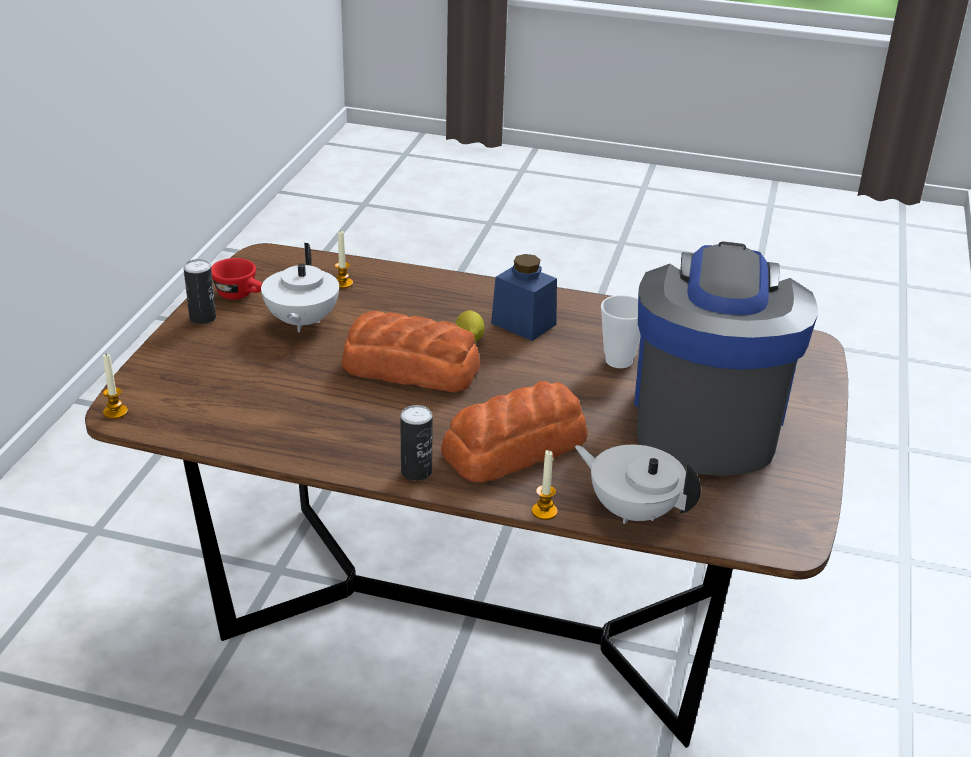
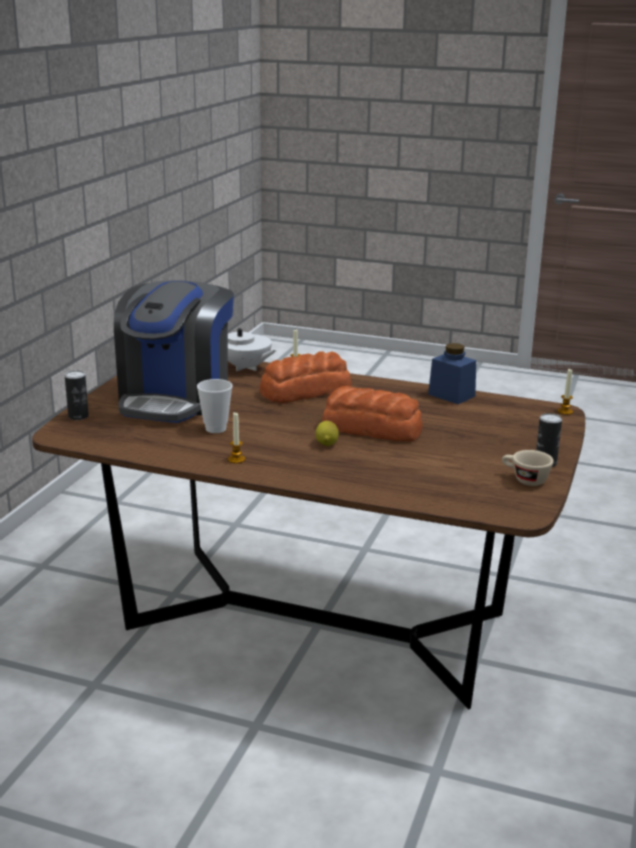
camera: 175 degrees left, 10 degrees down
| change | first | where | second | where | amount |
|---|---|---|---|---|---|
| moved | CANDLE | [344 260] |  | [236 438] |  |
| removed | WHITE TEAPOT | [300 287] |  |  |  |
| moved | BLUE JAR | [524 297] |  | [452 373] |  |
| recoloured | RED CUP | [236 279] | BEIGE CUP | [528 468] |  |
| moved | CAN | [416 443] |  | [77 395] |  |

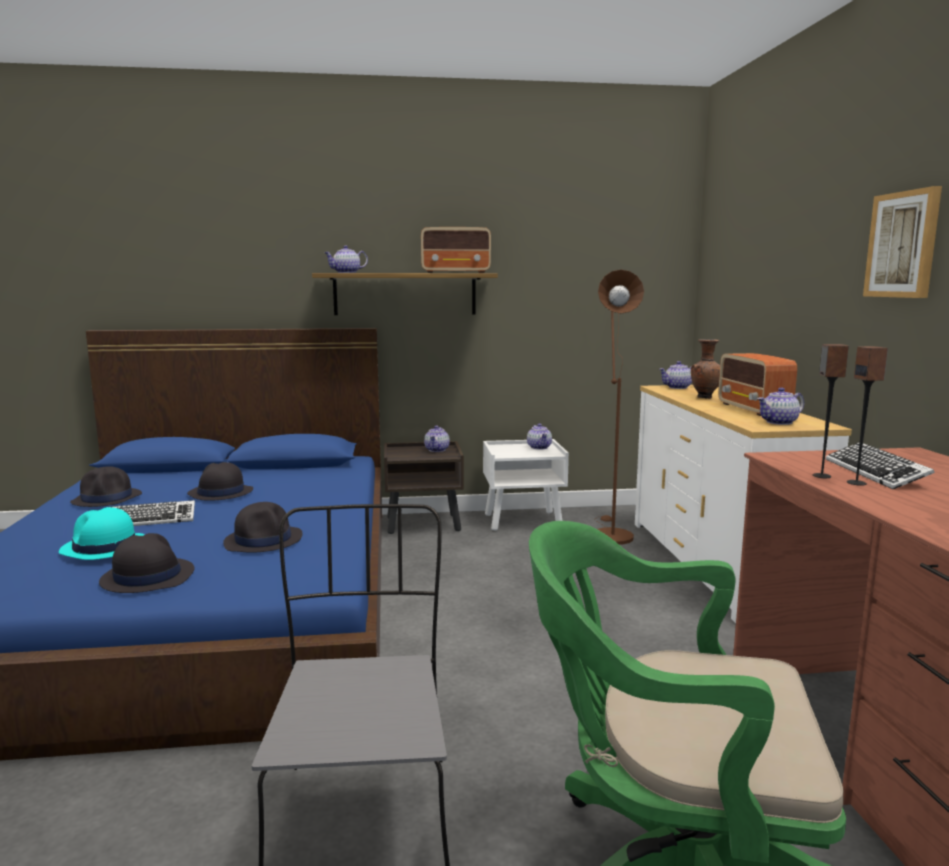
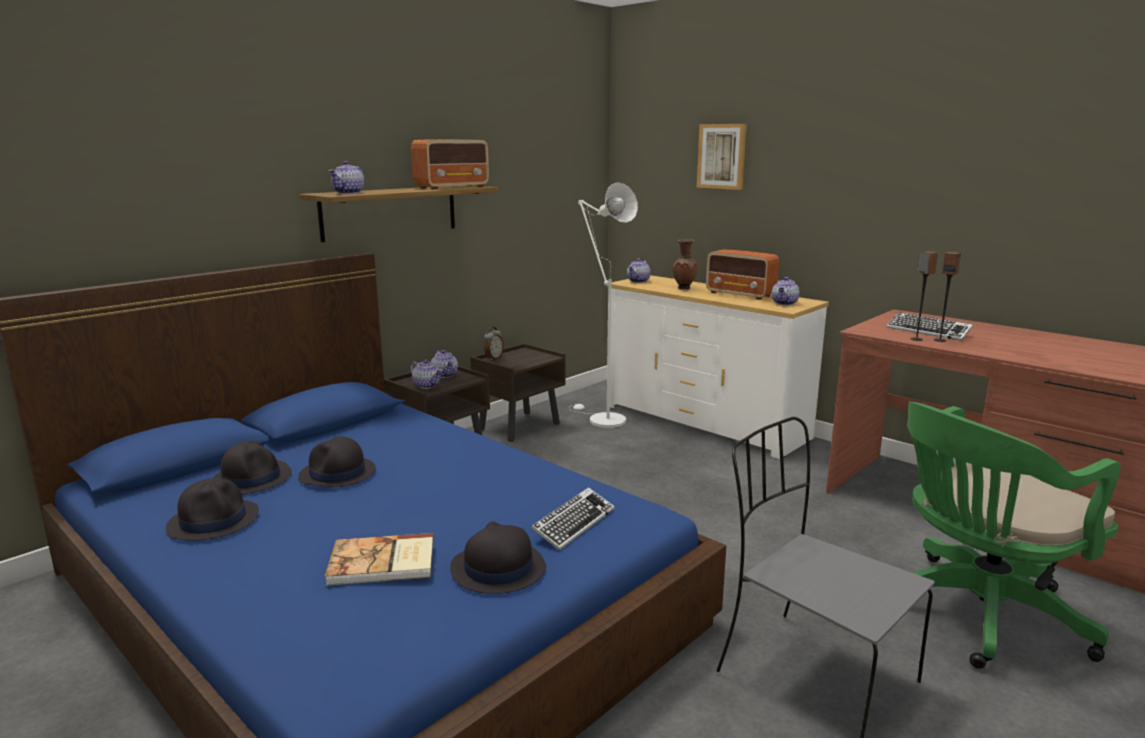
camera: 40 degrees left, 5 degrees up
| change | first | where | second | where | amount |
|---|---|---|---|---|---|
| moved | PICTURE | [902 242] |  | [722 157] |  |
| recoloured | BROWN FLOOR LAMP | [619 407] | WHITE FLOOR LAMP | [603 305] |  |
| moved | TEAPOT | [539 437] |  | [426 374] |  |
| recoloured | WHITE NIGHTSTAND | [526 484] | BROWN NIGHTSTAND | [518 392] |  |
| moved | KEYBOARD | [152 513] |  | [573 519] |  |
| moved | BLACK HAT | [262 527] |  | [252 468] |  |
| replaced | TURQUOISE HAT | [102 533] | BOOK | [379 559] |  |
| added |  |  | ALARM CLOCK | [494 344] |  |

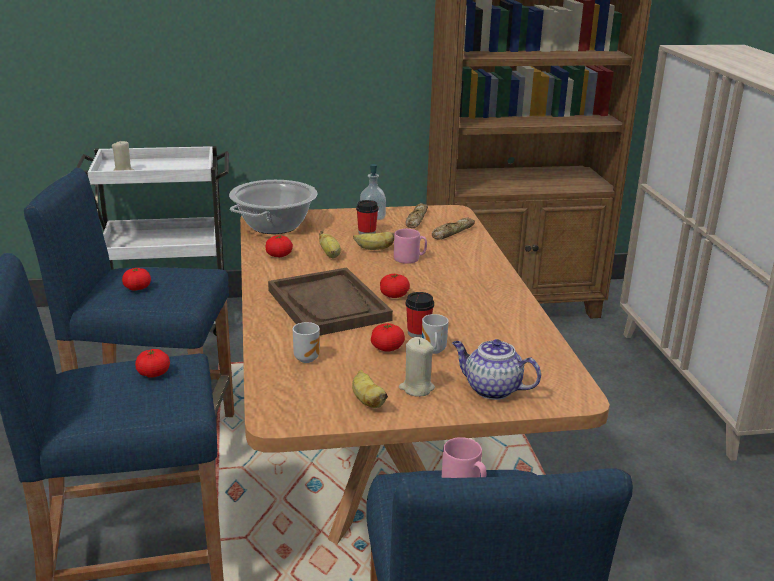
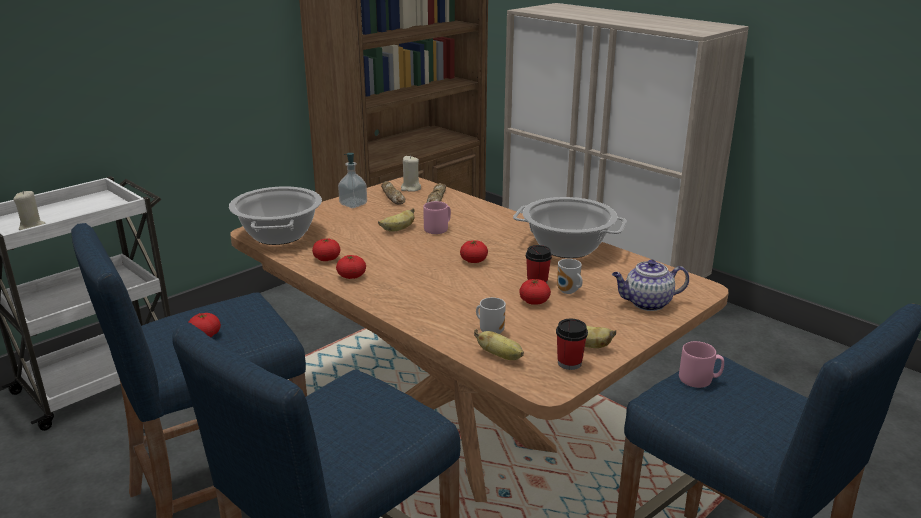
camera: 35 degrees left, 0 degrees up
| change | first | where | second | where | amount |
|---|---|---|---|---|---|
| moved | CUP | [367 217] |  | [572 344] |  |
| moved | BANANA | [330 244] |  | [499 344] |  |
| removed | BROWN TRAY | [330 301] |  |  |  |
| moved | BEIGE CANDLE | [417 367] |  | [411 173] |  |
| moved | TOMATO | [152 363] |  | [351 267] |  |
| added |  |  | COOKING POT | [570 227] |  |

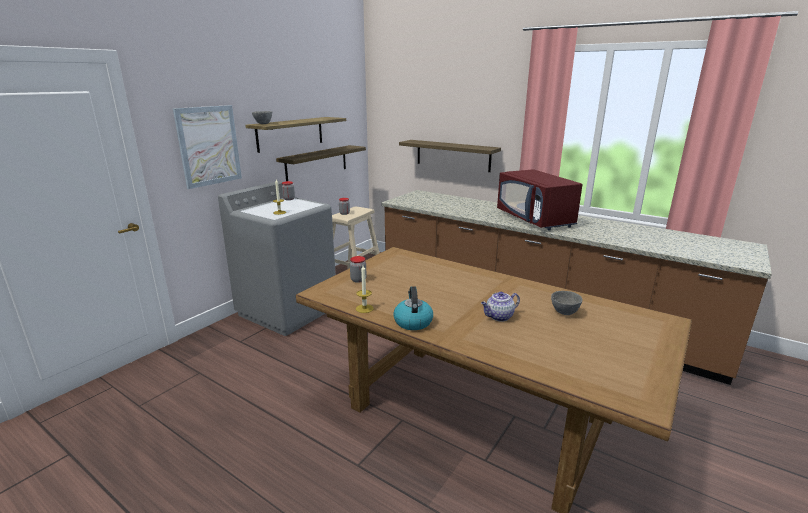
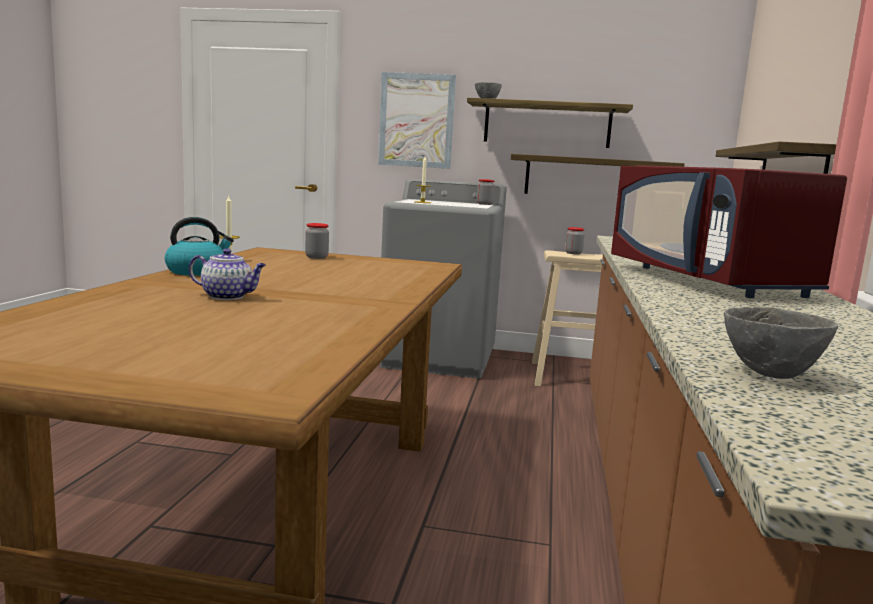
camera: 65 degrees right, 10 degrees down
| change | first | where | second | where | amount |
|---|---|---|---|---|---|
| turned | RED MICROWAVE | [540 200] |  | [729 231] | 60 degrees counterclockwise |
| moved | GREY BOWL | [567 303] |  | [781 342] |  |
| turned | TEAPOT | [500 307] |  | [227 274] | 150 degrees clockwise |

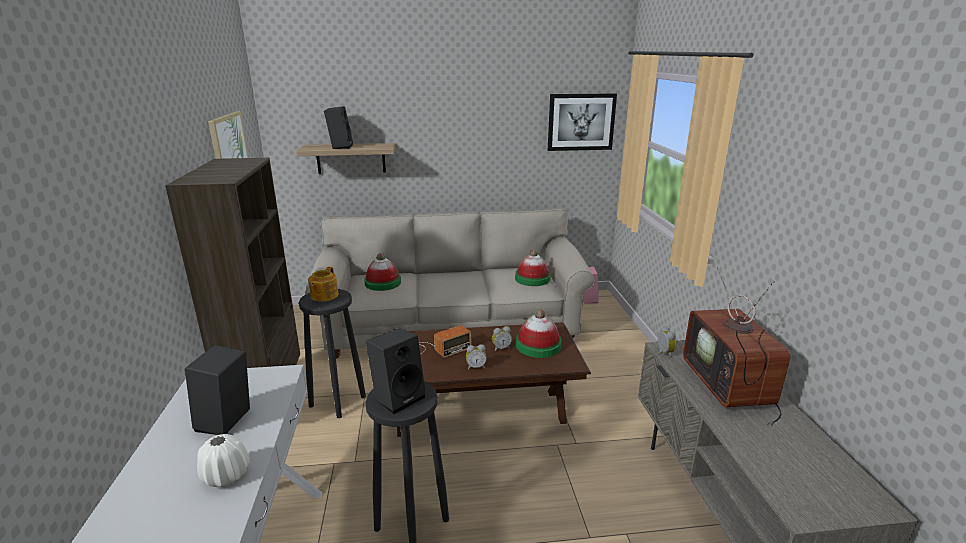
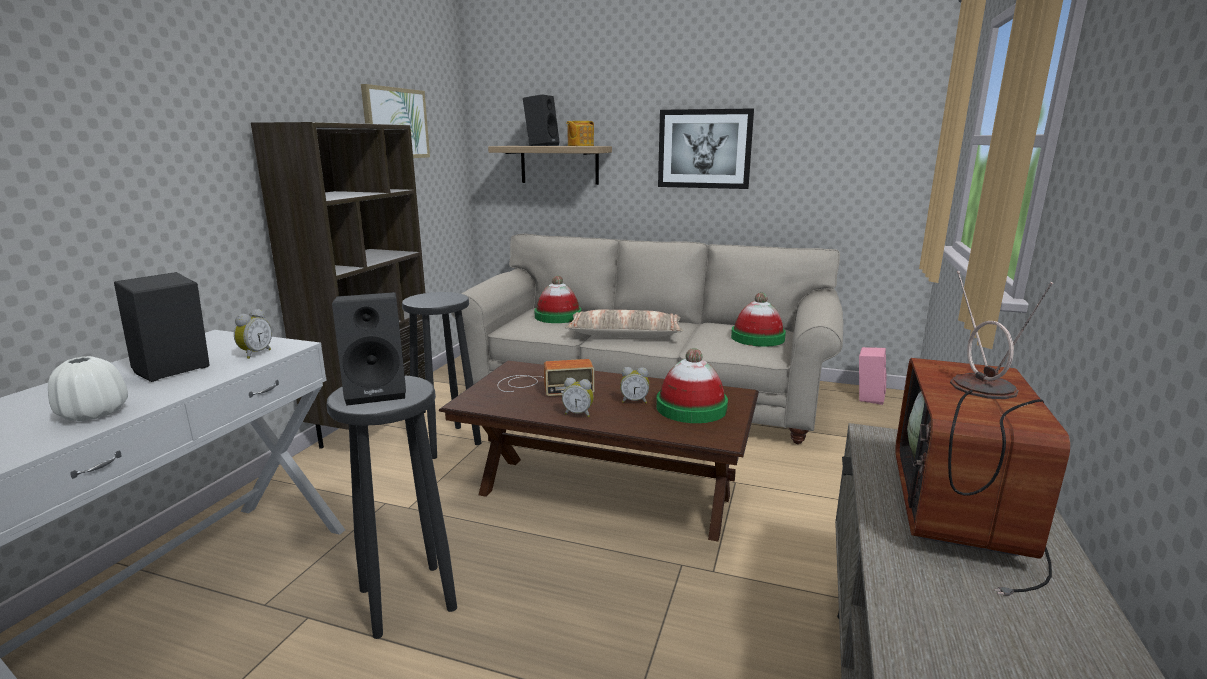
camera: 25 degrees right, 5 degrees down
| change | first | where | second | where | amount |
|---|---|---|---|---|---|
| moved | PICTURE | [582 122] |  | [706 148] |  |
| moved | TEAPOT | [323 284] |  | [580 133] |  |
| moved | ALARM CLOCK | [667 342] |  | [253 334] |  |
| added |  |  | PILLOW | [624 323] |  |

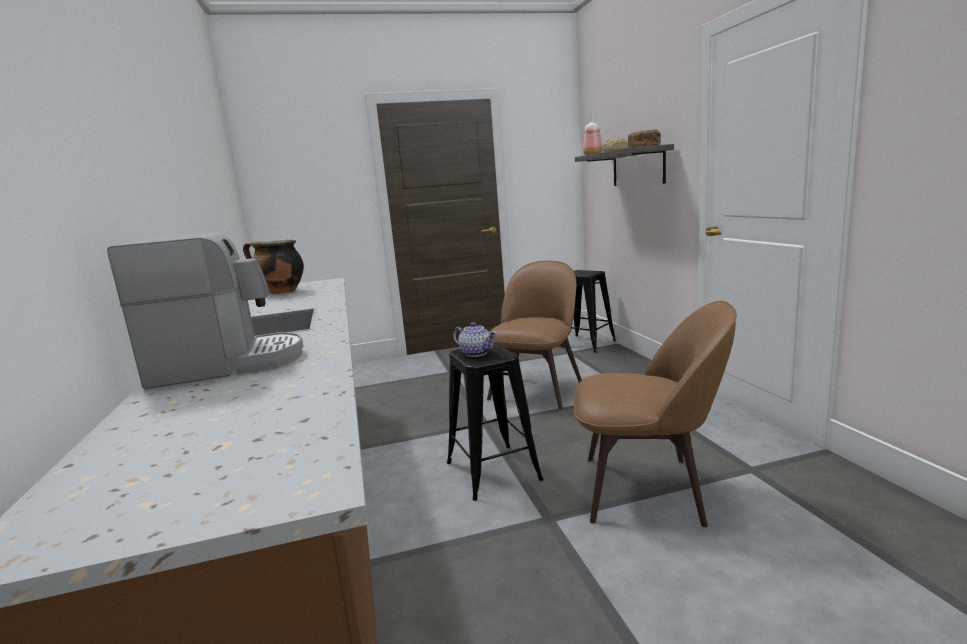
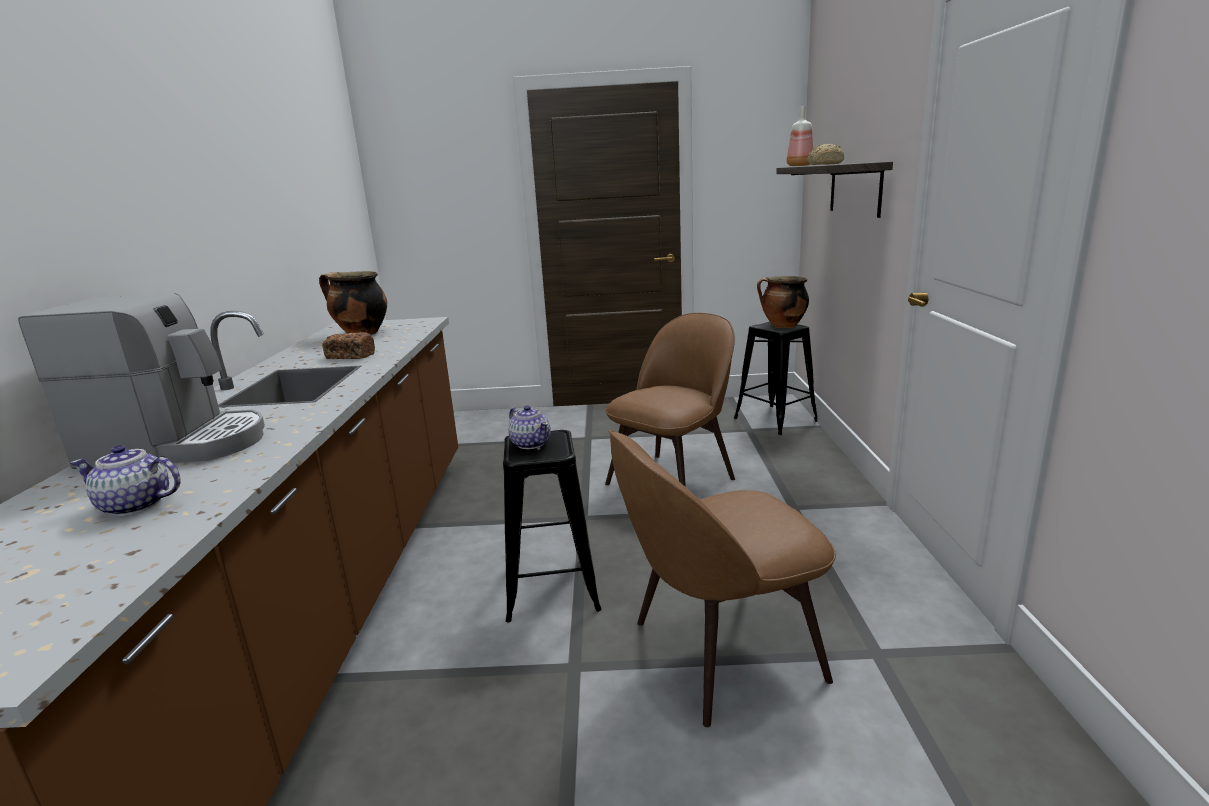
camera: 15 degrees right, 5 degrees up
| change | first | where | second | where | amount |
|---|---|---|---|---|---|
| moved | BREAD | [644 138] |  | [348 345] |  |
| turned | BROWN CHAIR | [655 414] |  | [722 578] | 135 degrees clockwise |
| added |  |  | COOKING POT | [783 302] |  |
| added |  |  | TEAPOT | [125 480] |  |

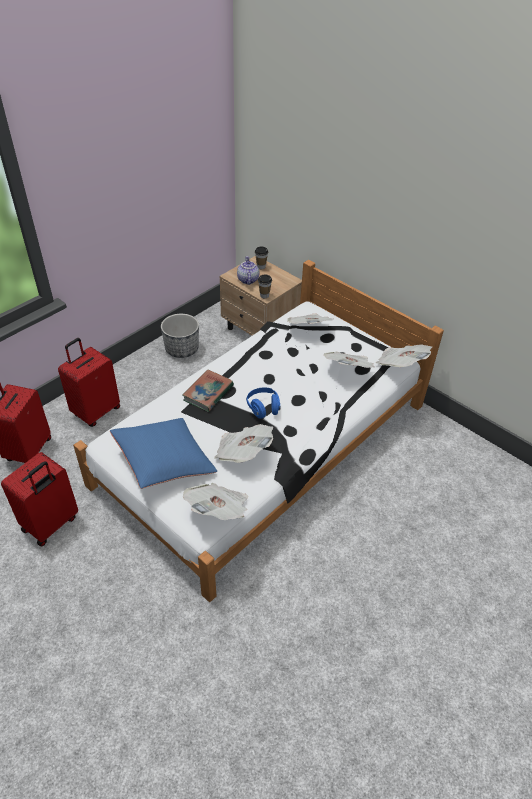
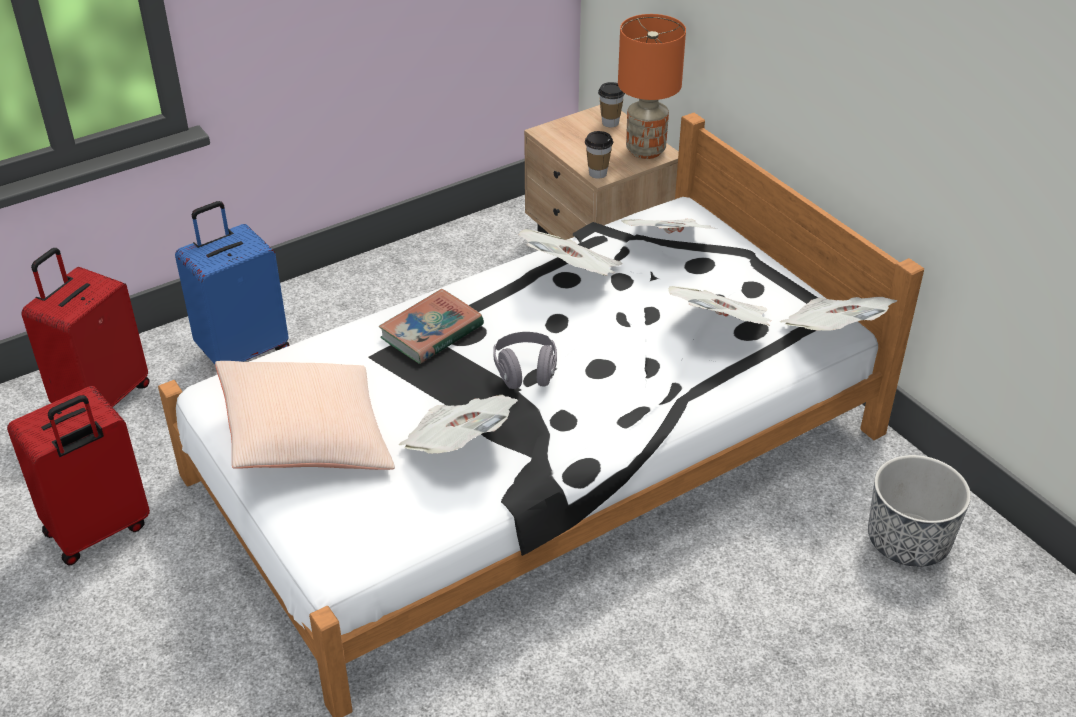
camera: 15 degrees right, 5 degrees down
| change | first | where | second | where | amount |
|---|---|---|---|---|---|
| removed | TEAPOT | [248 270] |  |  |  |
| moved | PLANTER | [180 336] |  | [919 511] |  |
| recoloured | RED SUITCASE | [89 382] | BLUE SUITCASE | [232 282] |  |
| recoloured | BLUE HEADPHONES | [263 403] | GREY HEADPHONES | [525 360] |  |
| recoloured | BLUE PILLOW | [163 453] | BEIGE PILLOW | [305 415] |  |
| moved | NEWSPAPER | [216 501] |  | [570 252] |  |
| added |  |  | ORANGE TABLE LAMP | [652 86] |  |

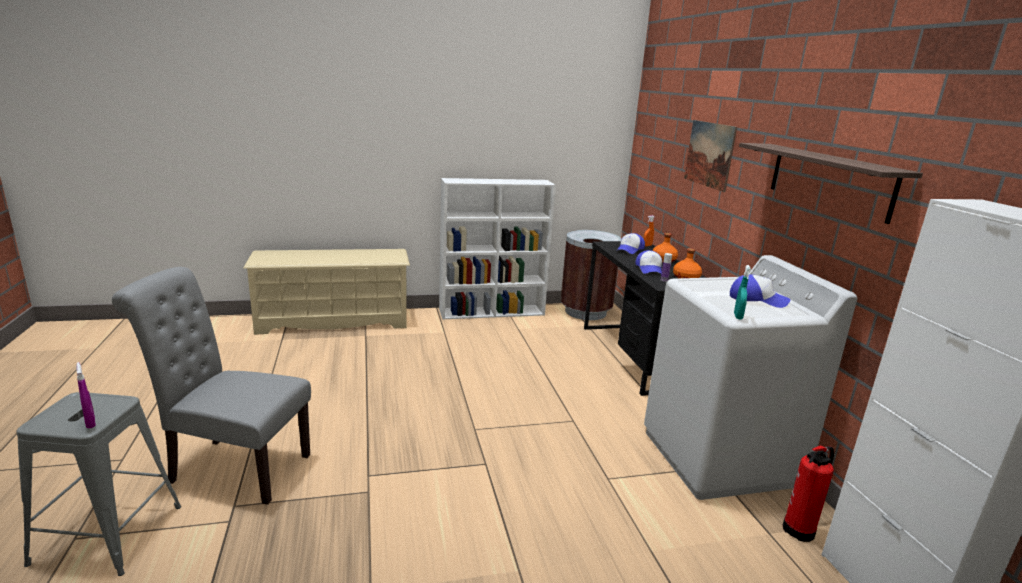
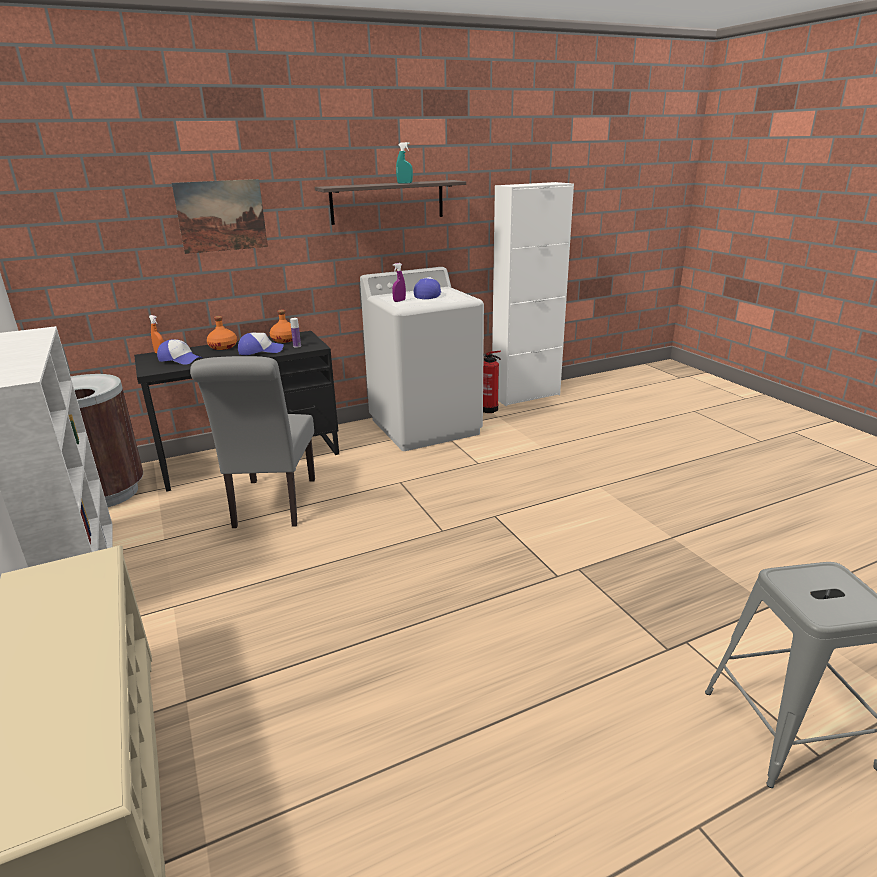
camera: 100 degrees left, 5 degrees up
| change | first | where | second | where | amount |
|---|---|---|---|---|---|
| moved | TURQUOISE SPRAY BOTTLE | [742 292] |  | [404 163] |  |
| moved | GREY CHAIR | [211 386] |  | [252 442] |  |
| moved | PURPLE SPRAY BOTTLE | [86 395] |  | [399 282] |  |

